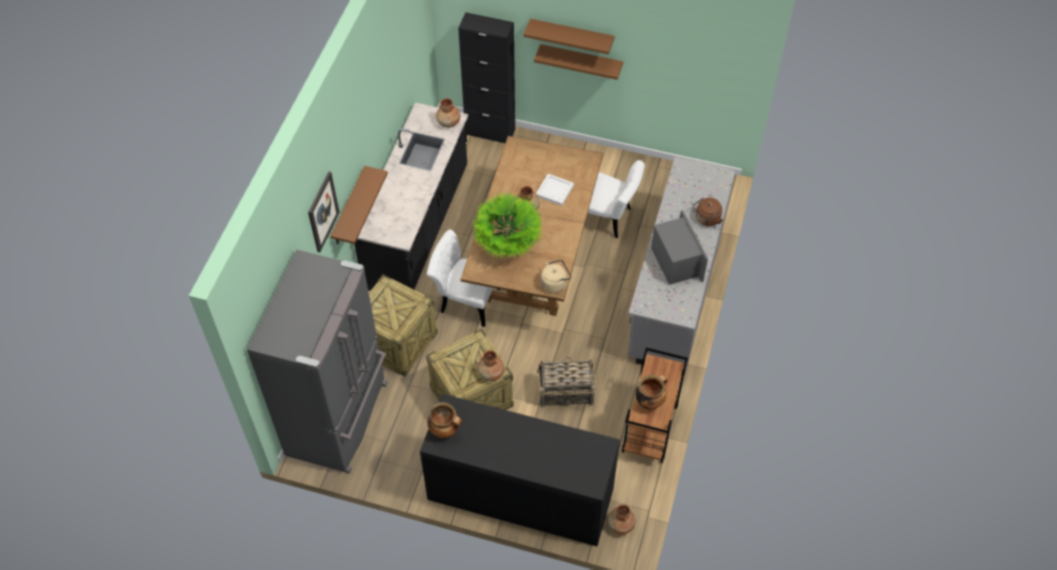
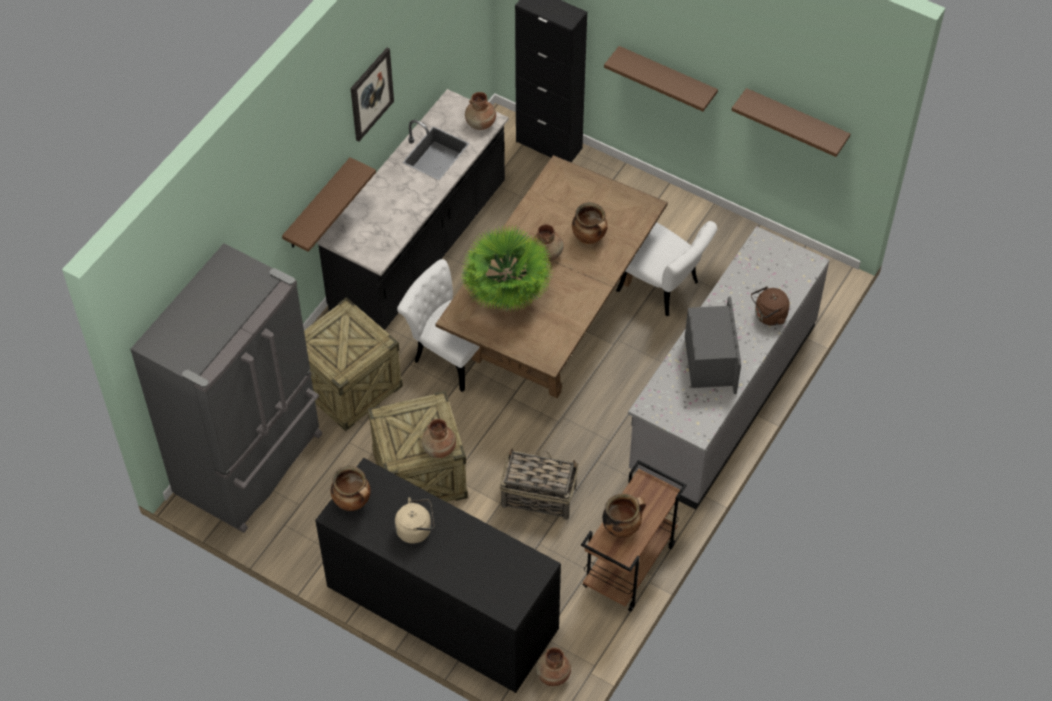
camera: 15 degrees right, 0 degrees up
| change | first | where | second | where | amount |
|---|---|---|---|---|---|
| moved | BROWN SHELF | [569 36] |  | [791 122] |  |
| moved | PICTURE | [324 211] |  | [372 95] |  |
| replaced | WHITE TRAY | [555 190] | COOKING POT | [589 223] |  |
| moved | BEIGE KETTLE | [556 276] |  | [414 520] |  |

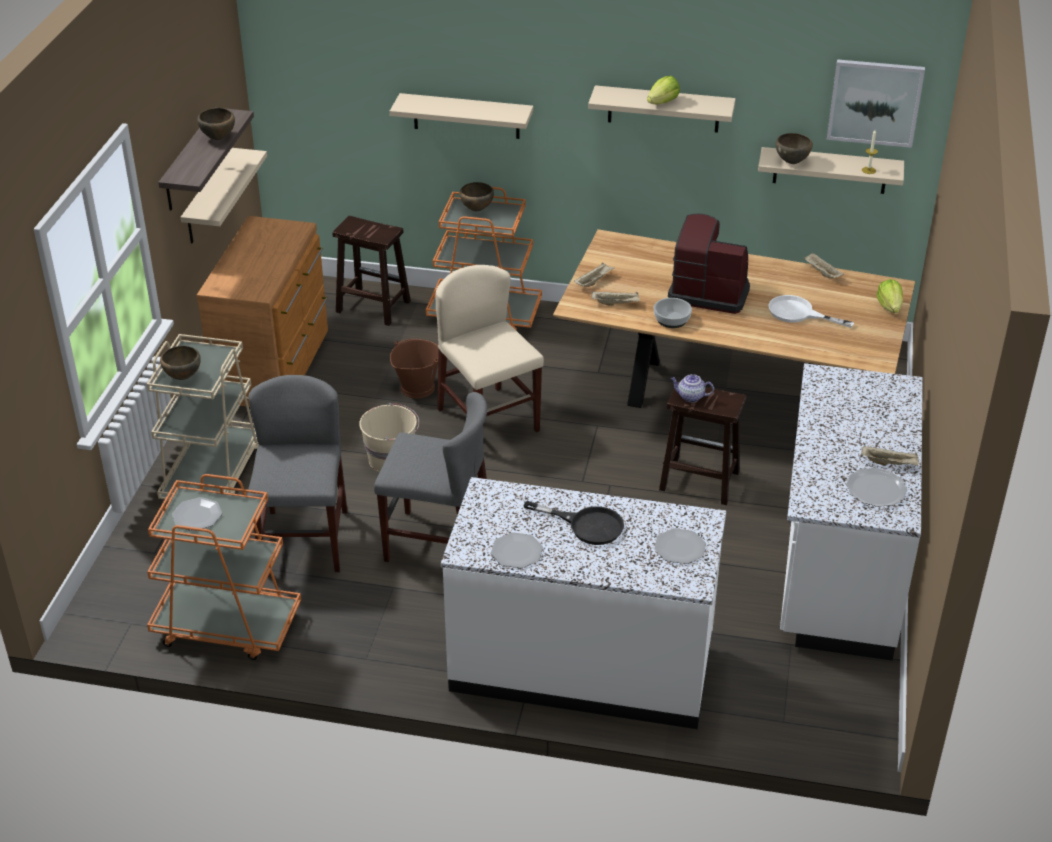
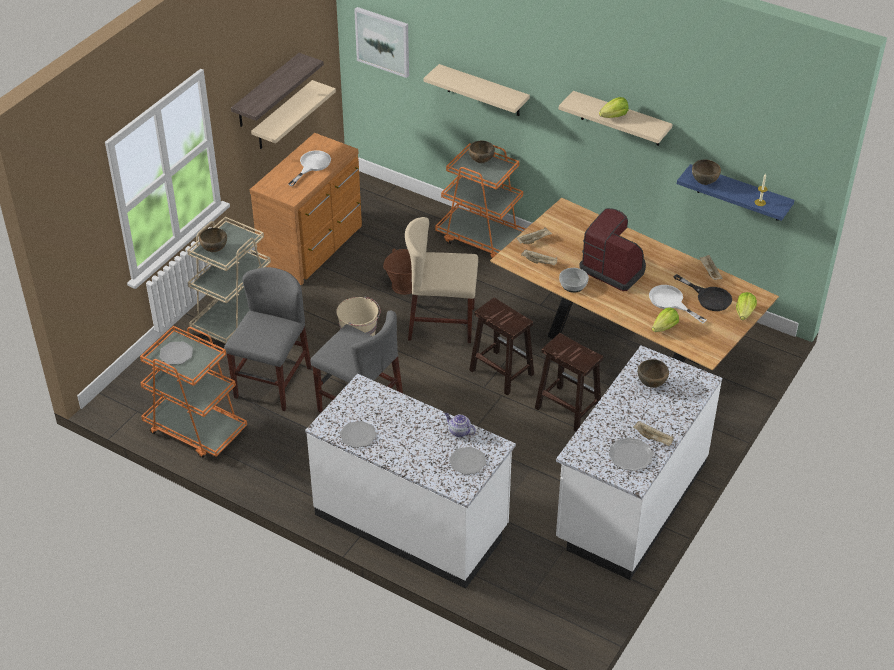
camera: 20 degrees right, 5 degrees up
| change | first | where | second | where | amount |
|---|---|---|---|---|---|
| moved | PICTURE | [876 103] |  | [381 42] |  |
| moved | BROWN BOWL | [216 124] |  | [653 373] |  |
| recoloured | BEIGE SHELF | [831 170] | BLUE SHELF | [735 192] |  |
| moved | BROWN STOOL | [372 271] |  | [501 346] |  |
| turned | BEIGE CHAIR | [490 348] |  | [441 280] | 75 degrees counterclockwise |
| moved | TEAPOT | [692 388] |  | [460 425] |  |
| moved | BLACK FRYING PAN | [574 523] |  | [702 292] |  |
| added |  |  | WHITE FRYING PAN | [309 168] |  |
| added |  |  | LETTUCE | [665 320] |  |

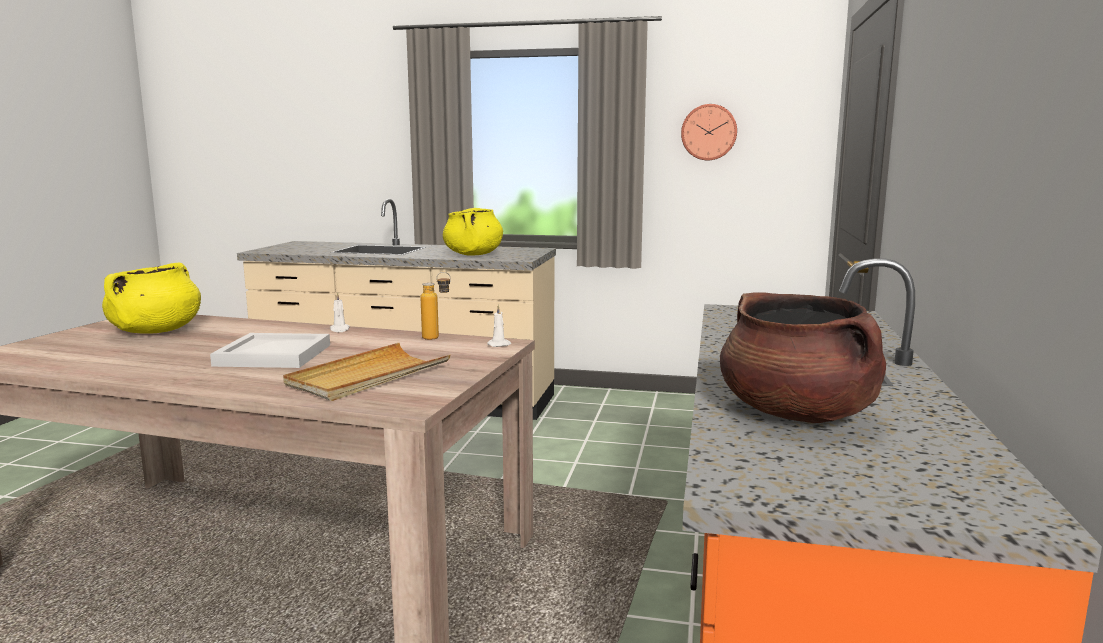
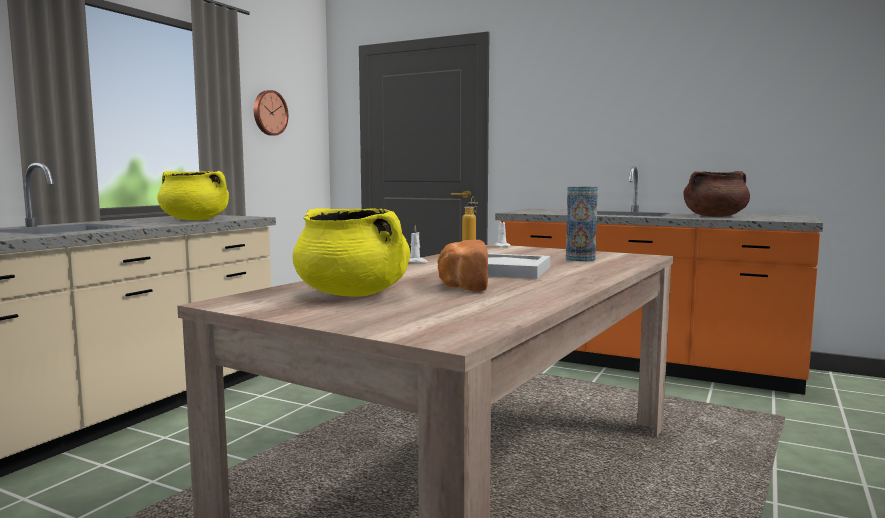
camera: 75 degrees left, 5 degrees down
| change | first | where | second | where | amount |
|---|---|---|---|---|---|
| replaced | BEIGE TRAY | [367 372] | VASE | [582 223] |  |
| added |  |  | BREAD | [462 265] |  |

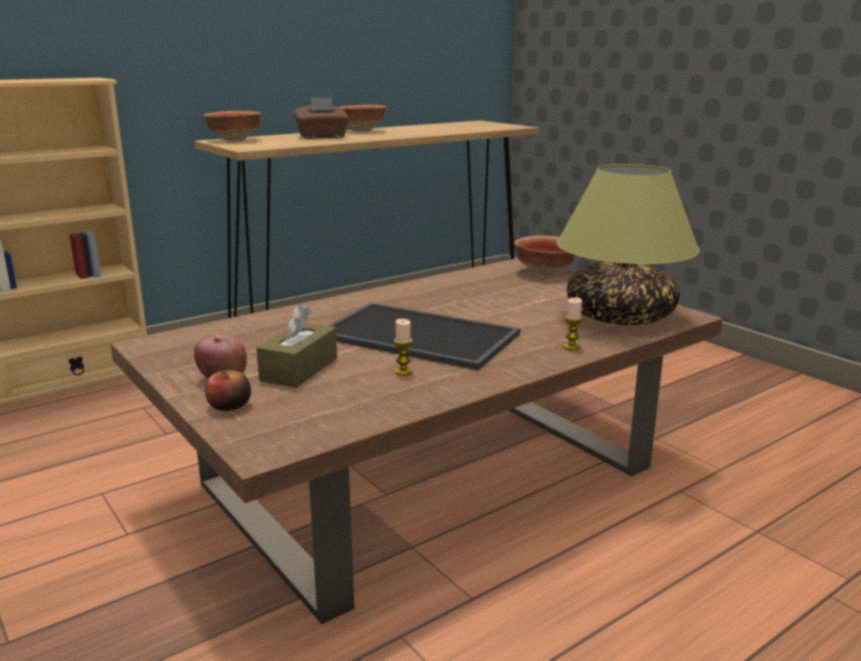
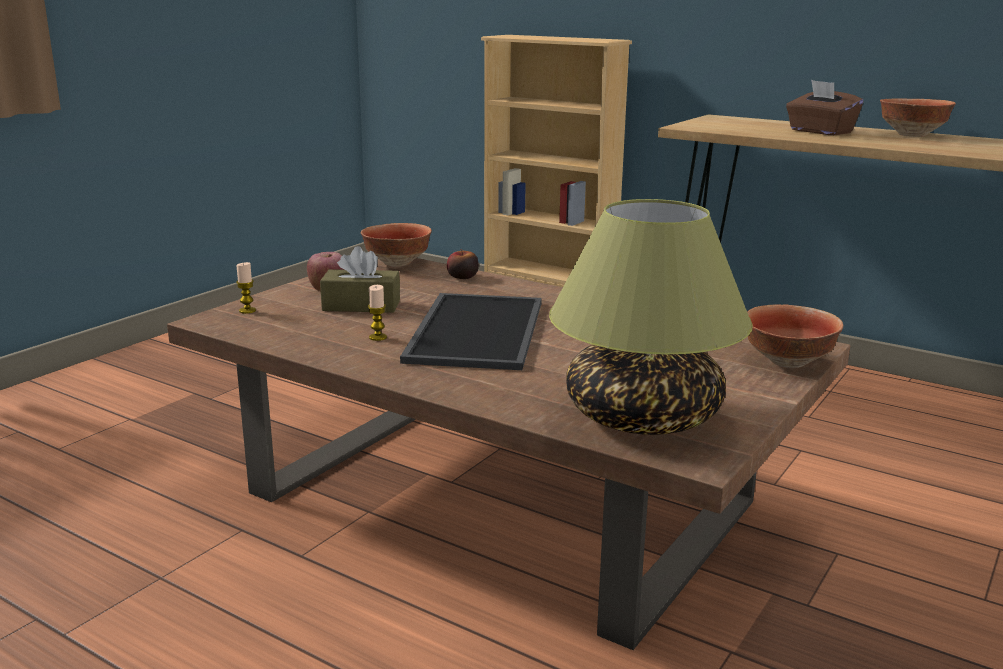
camera: 70 degrees right, 0 degrees up
| change | first | where | second | where | amount |
|---|---|---|---|---|---|
| moved | BOWL | [232 126] |  | [396 245] |  |
| moved | CANDLE | [572 324] |  | [246 288] |  |
| moved | APPLE | [228 390] |  | [463 264] |  |

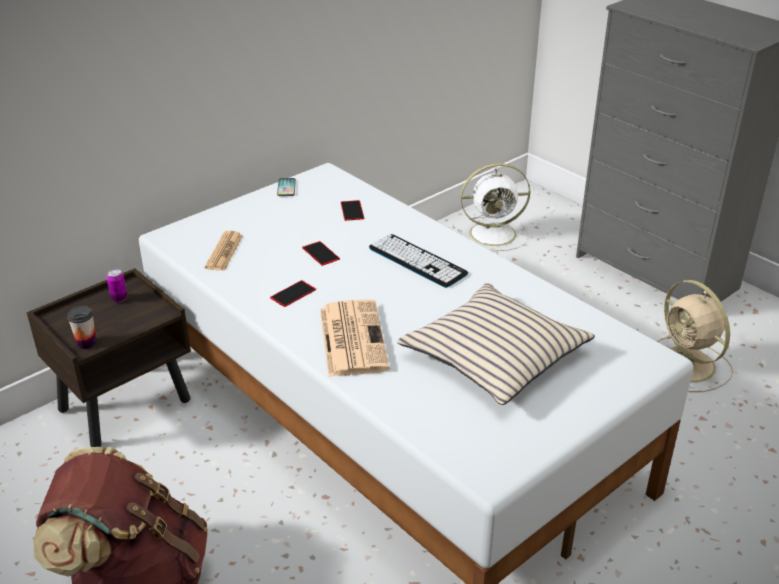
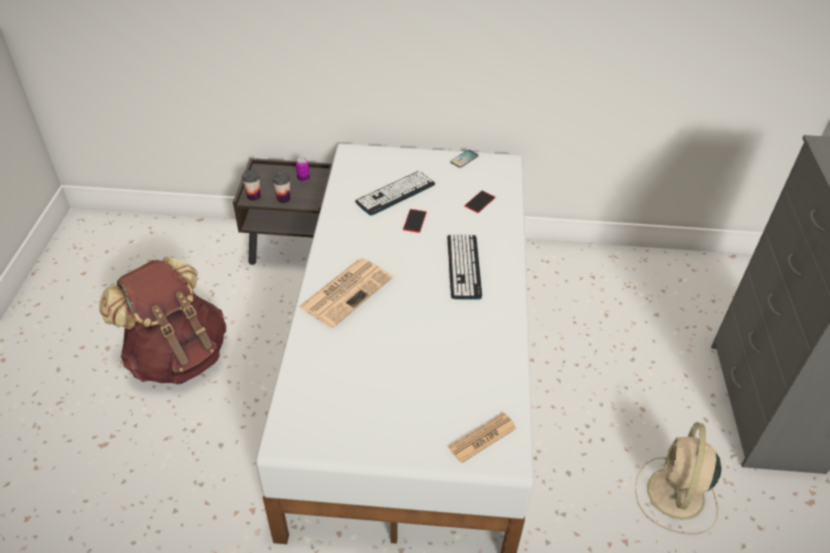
camera: 45 degrees right, 10 degrees up
| change | first | where | second | where | amount |
|---|---|---|---|---|---|
| removed | WHITE FAN | [492 207] |  |  |  |
| moved | NEWSPAPER | [224 251] |  | [482 438] |  |
| removed | PHONE | [293 293] |  |  |  |
| removed | BEIGE PILLOW | [496 344] |  |  |  |
| added |  |  | KEYBOARD | [395 193] |  |
| added |  |  | CUP | [281 187] |  |

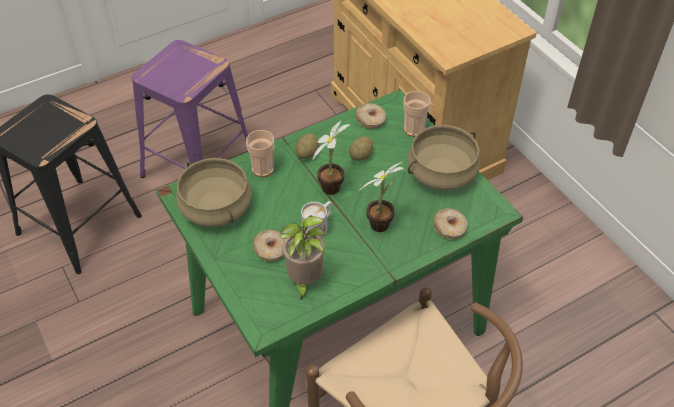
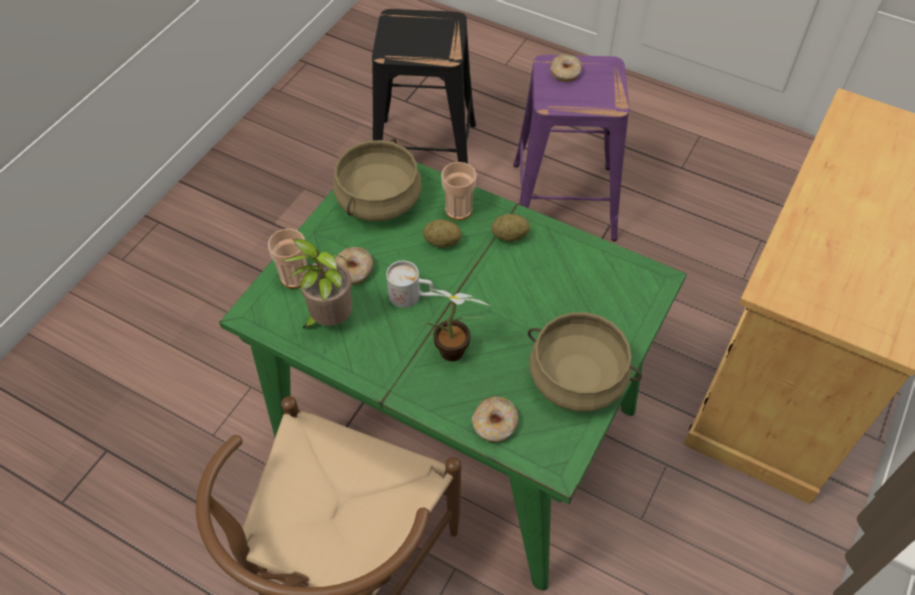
camera: 60 degrees right, 5 degrees up
| change | first | where | second | where | amount |
|---|---|---|---|---|---|
| moved | CUP | [417 114] |  | [287 258] |  |
| moved | DONUT | [370 116] |  | [566 68] |  |
| removed | POTTED PLANT | [331 158] |  |  |  |
| moved | POTATO | [361 148] |  | [442 233] |  |

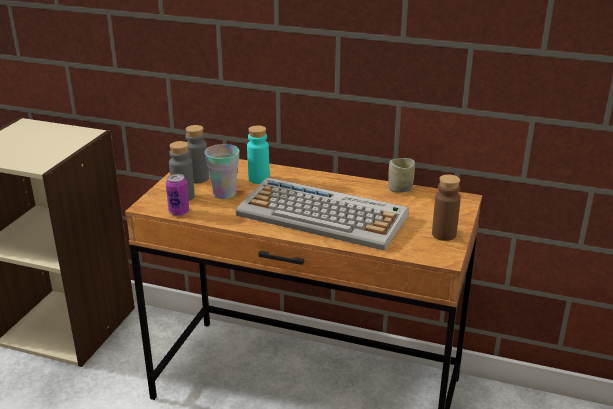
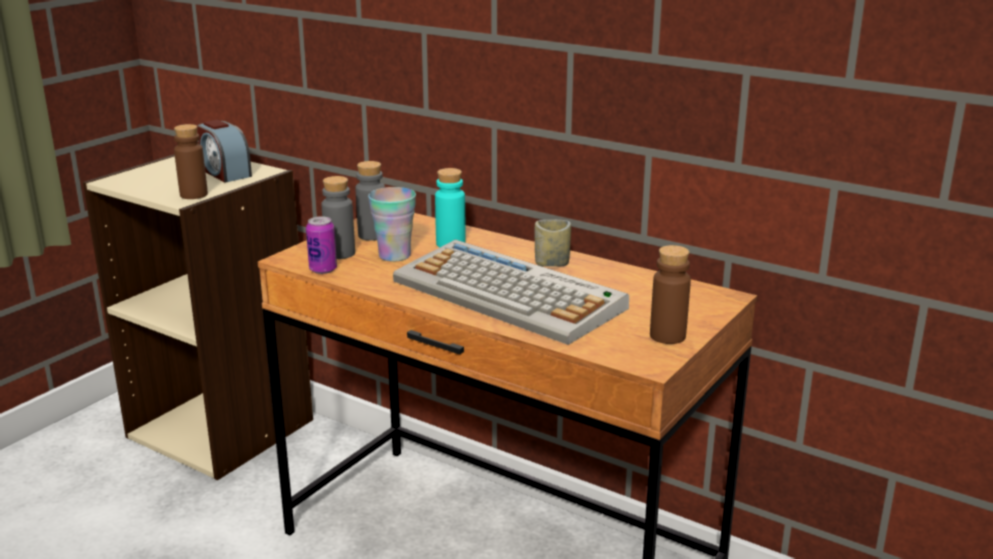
camera: 15 degrees right, 5 degrees down
| change | first | where | second | where | amount |
|---|---|---|---|---|---|
| moved | CUP | [401 175] |  | [553 243] |  |
| added |  |  | ALARM CLOCK | [224 151] |  |
| added |  |  | BROWN BOTTLE | [191 161] |  |

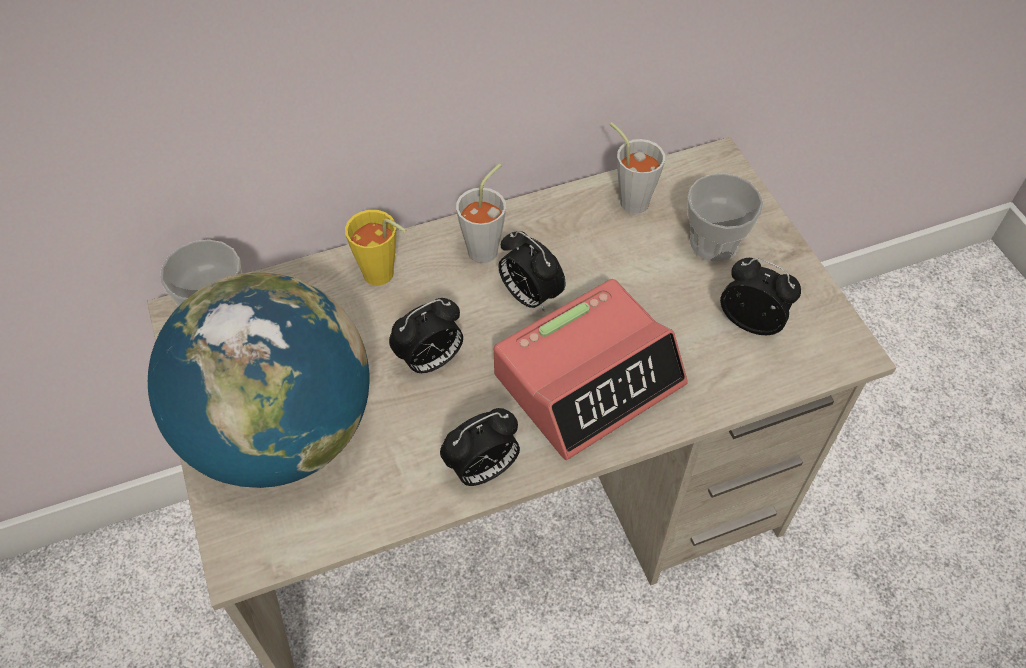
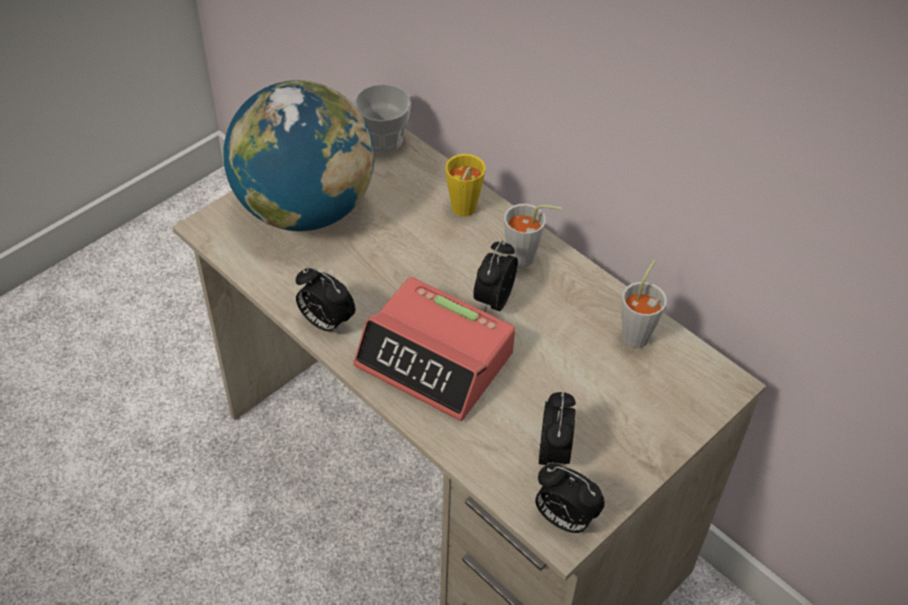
camera: 65 degrees right, 5 degrees down
| change | first | where | second | where | amount |
|---|---|---|---|---|---|
| removed | CUP | [725 217] |  |  |  |
| moved | ALARM CLOCK | [426 336] |  | [570 498] |  |

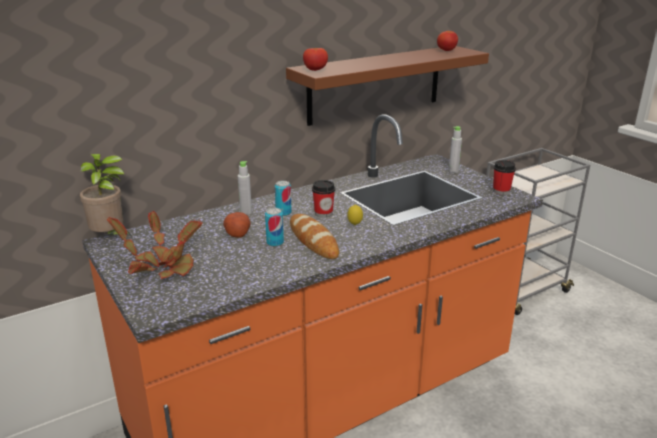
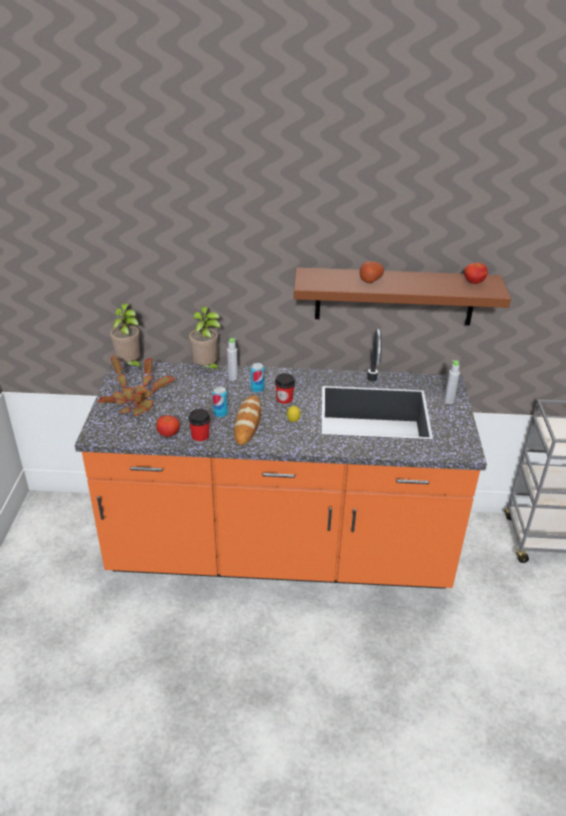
camera: 35 degrees right, 10 degrees up
| change | first | where | second | where | amount |
|---|---|---|---|---|---|
| moved | TOMATO | [315 59] |  | [168 426] |  |
| moved | CUP | [504 177] |  | [199 426] |  |
| moved | POTATO | [237 225] |  | [372 272] |  |
| added |  |  | POTTED PLANT | [205 339] |  |

